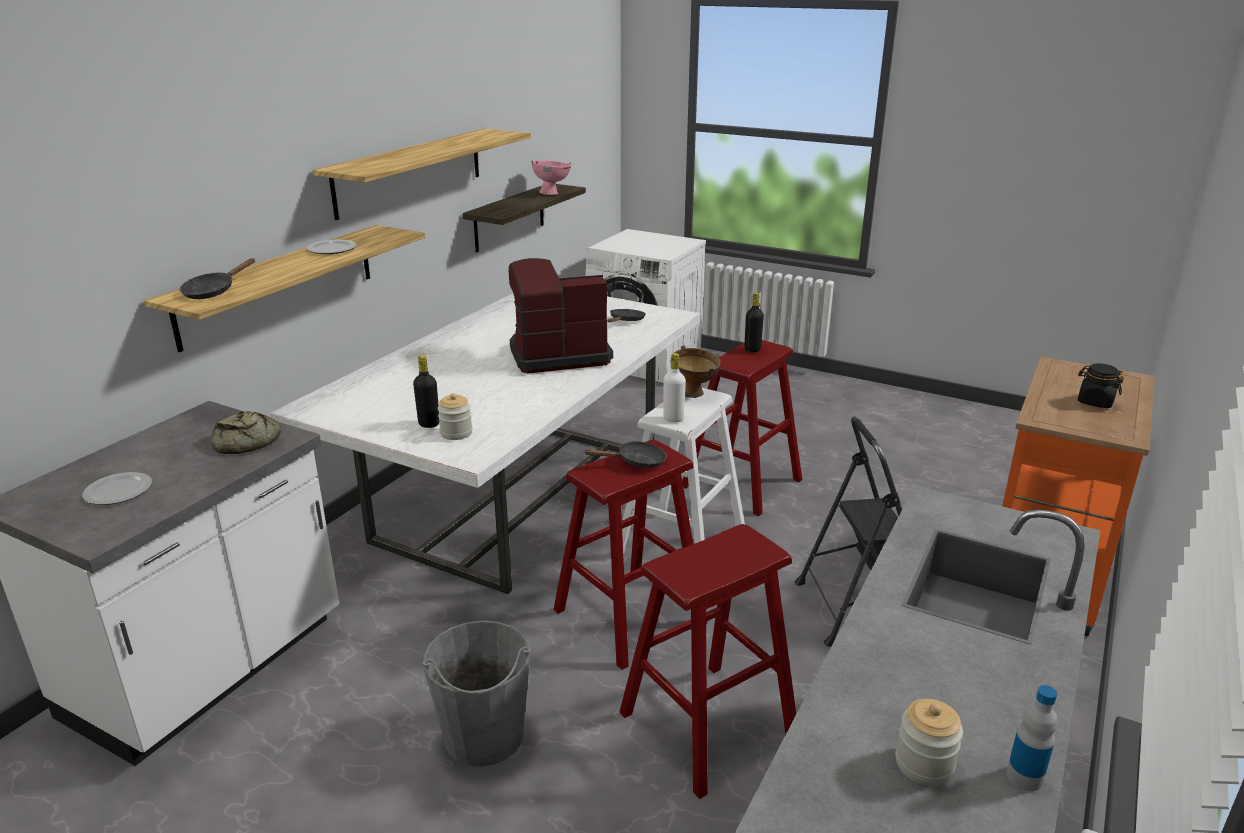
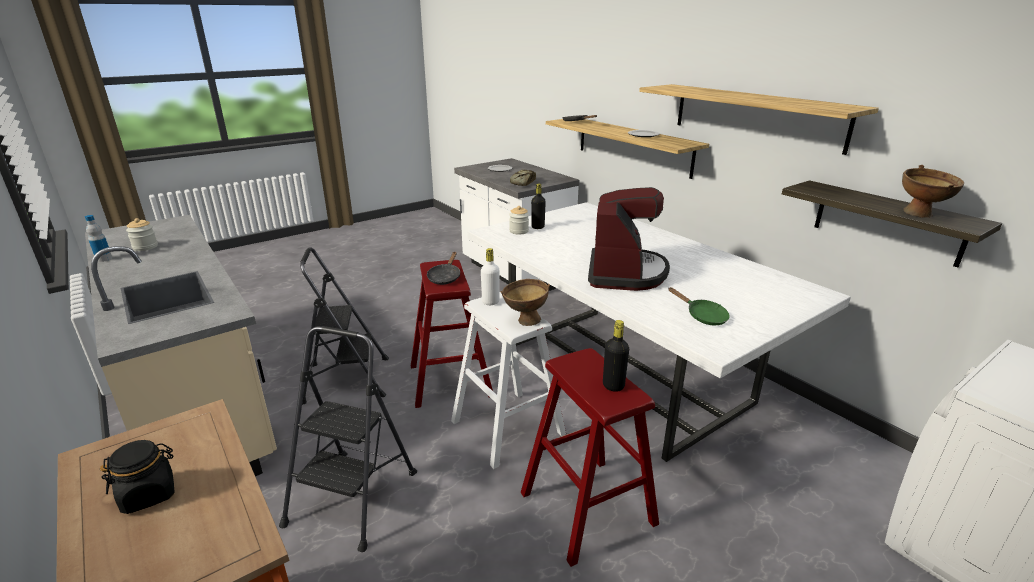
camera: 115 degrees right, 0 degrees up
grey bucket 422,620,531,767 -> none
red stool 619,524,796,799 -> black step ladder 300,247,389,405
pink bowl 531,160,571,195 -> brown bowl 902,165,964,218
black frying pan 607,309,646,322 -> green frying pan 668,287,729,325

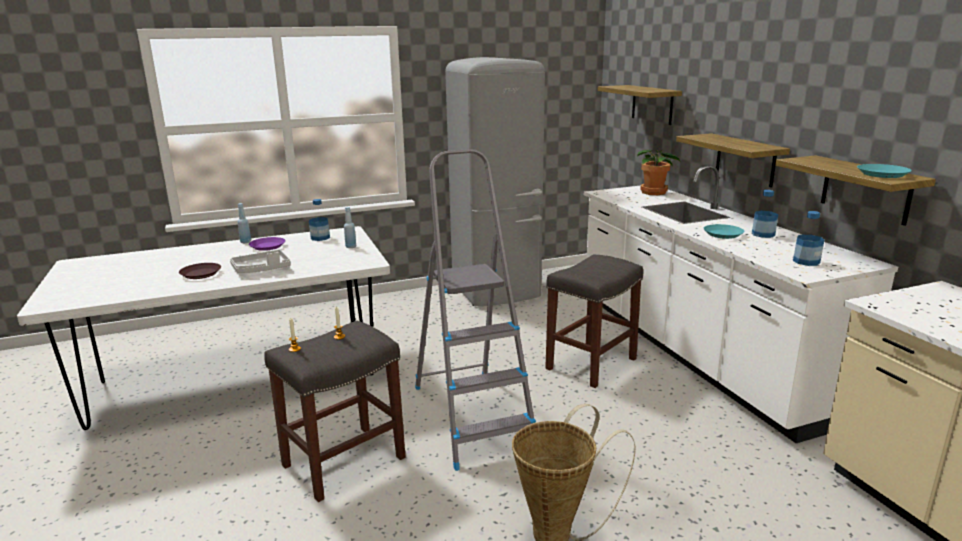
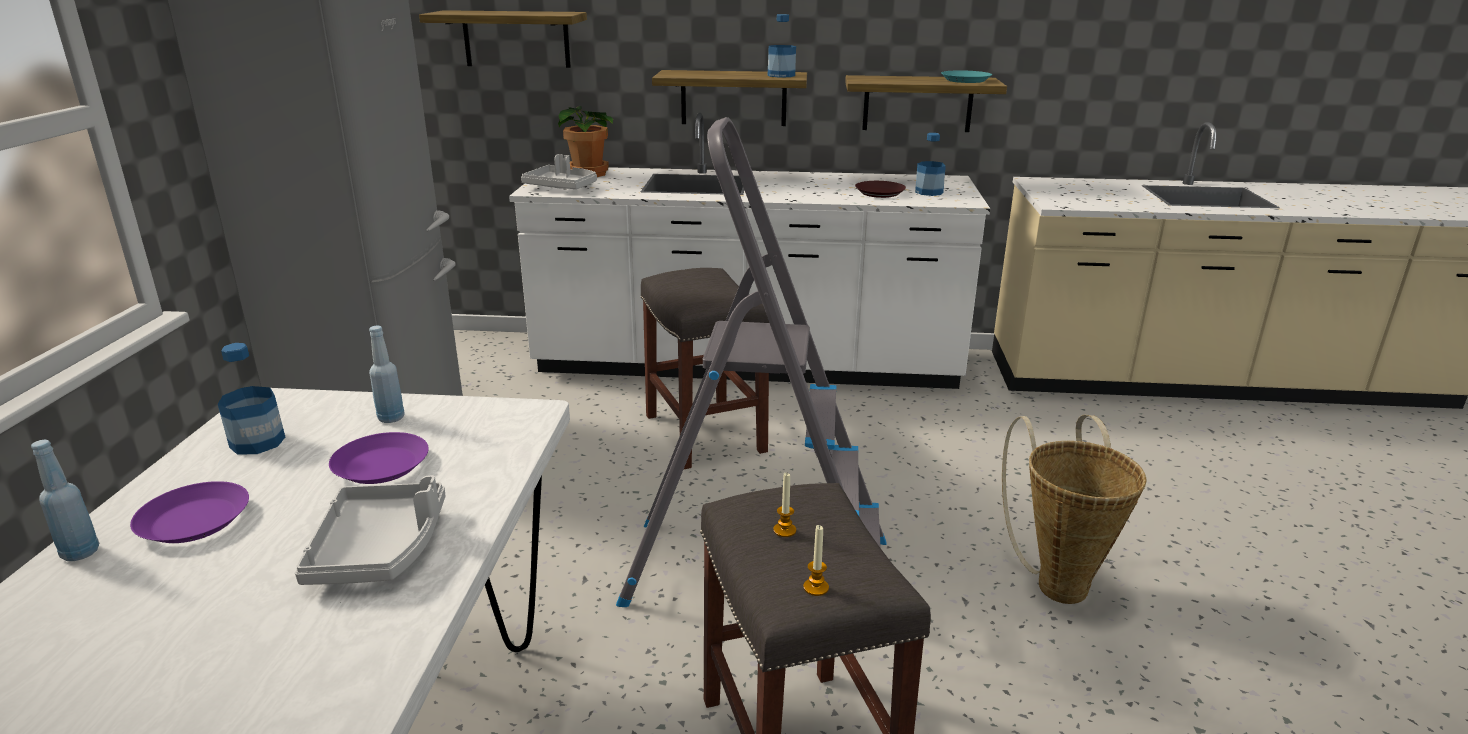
camera: 65 degrees left, 5 degrees up
turquoise plate 704,224,744,239 -> none
none -> purple plate 329,432,429,484
none -> grey tray 521,154,597,189
brown plate 179,263,221,279 -> brown plate 855,181,906,198, moved
bottle 752,190,778,238 -> bottle 768,14,796,78, moved

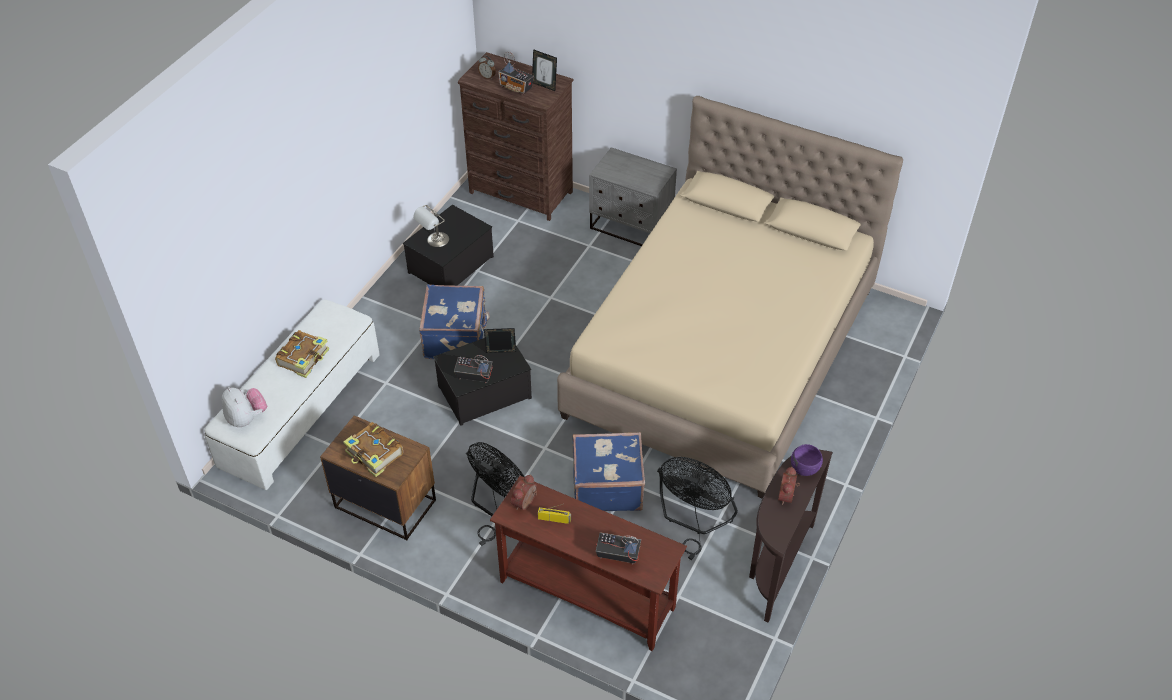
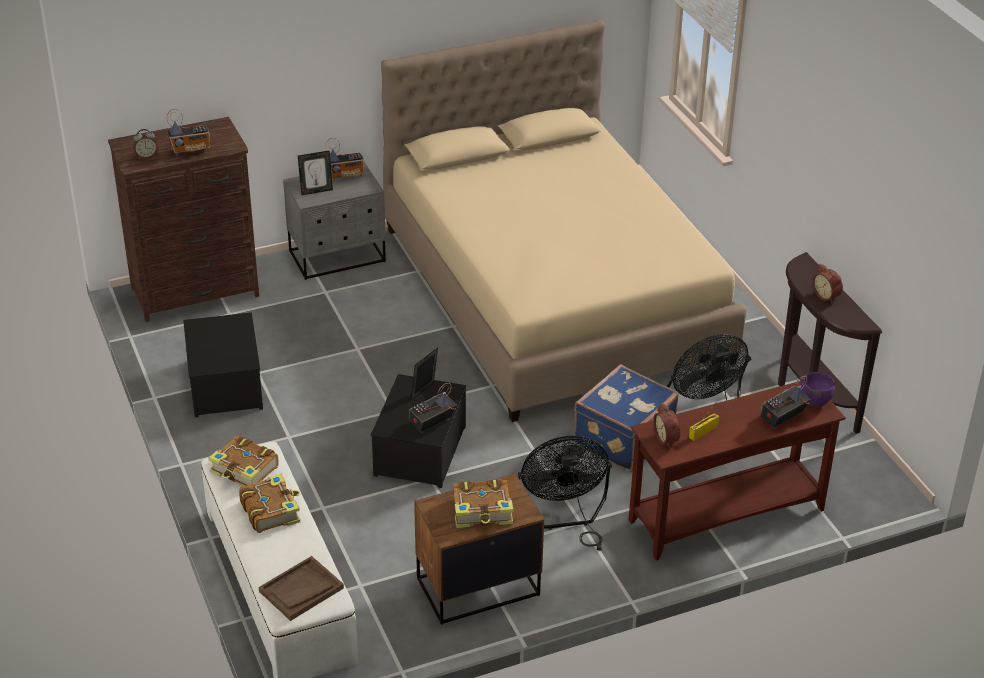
camera: 50 degrees left, 10 degrees down
white table lamp 413,205,449,247 -> none
blue suitcase 419,285,490,359 -> none
none -> book 209,436,279,486
none -> radio 325,138,364,181
picture frame 532,49,557,91 -> picture frame 298,150,333,195, moved
purple bowl 791,444,823,476 -> purple bowl 800,372,835,406, moved
plush toy 221,387,267,427 -> brown tray 259,556,344,621

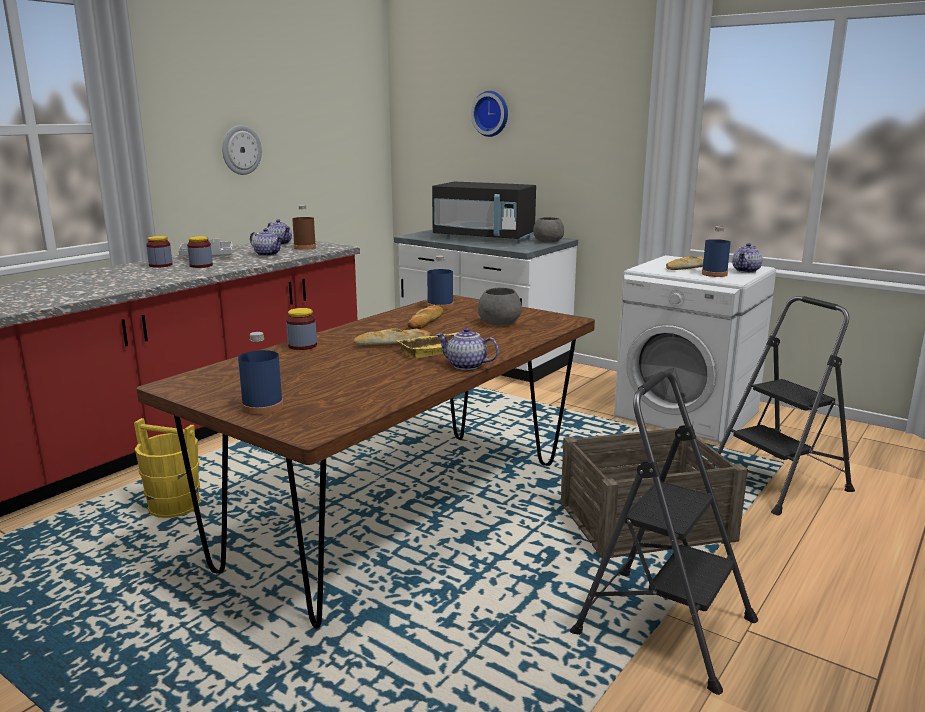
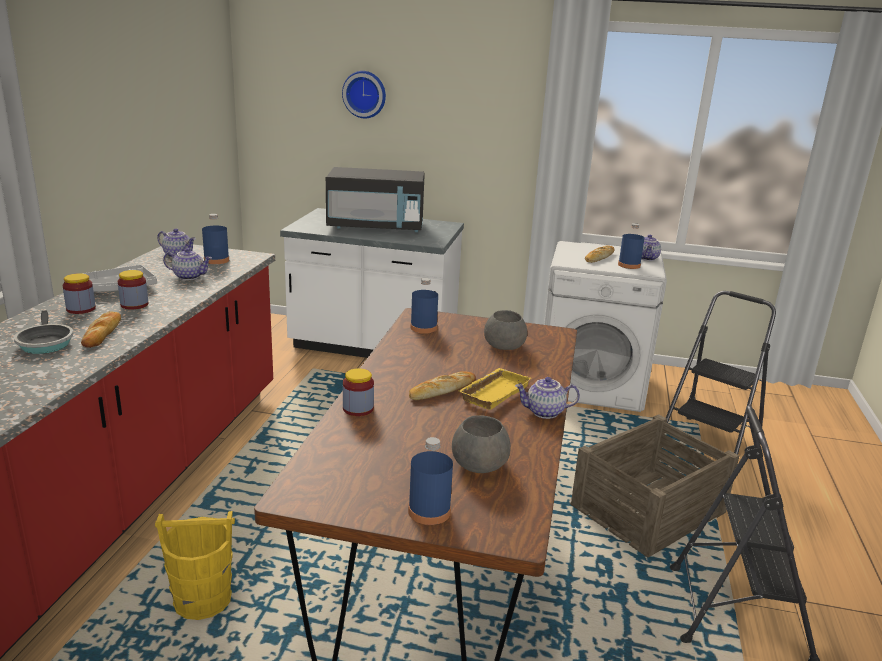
camera: 25 degrees left, 5 degrees up
wall clock 222,125,262,175 -> none
none -> frying pan 14,310,74,354
bread 408,305,443,329 -> bread 81,311,121,348, moved
grey bowl 533,217,564,243 -> grey bowl 452,415,511,473, moved
brown bottle 292,205,316,250 -> blue bottle 202,214,229,264

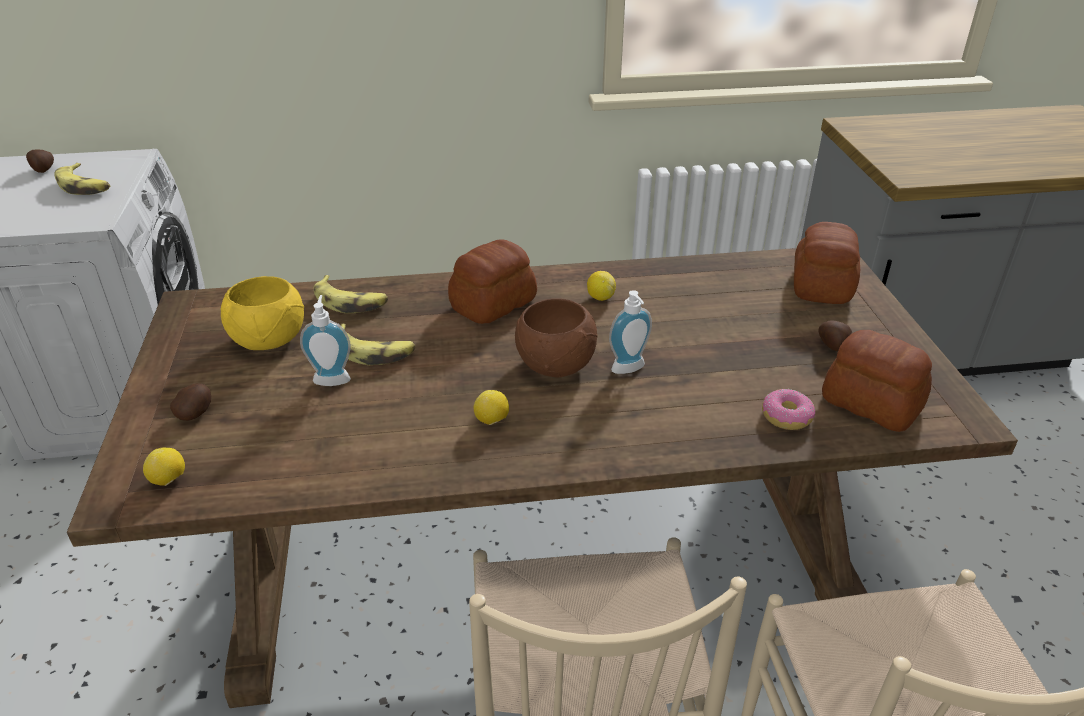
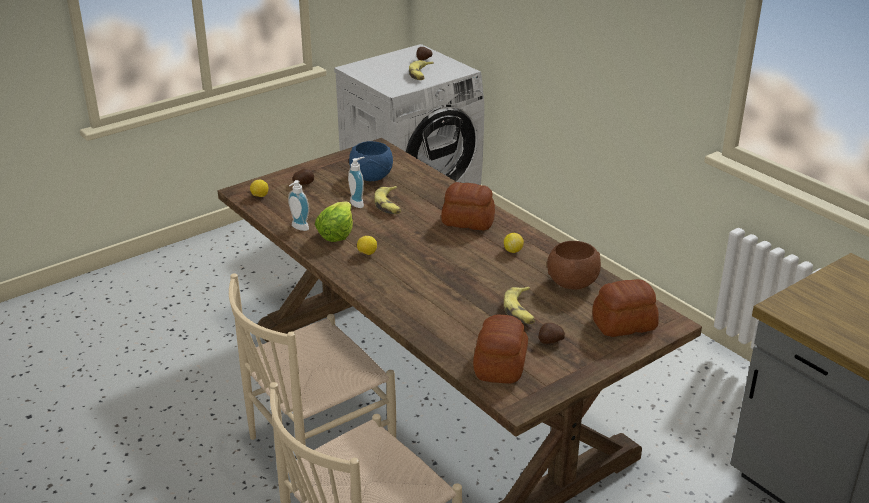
camera: 60 degrees right, 5 degrees down
donut 762,389,815,430 -> none
none -> lettuce 315,201,353,242
banana 314,275,388,313 -> banana 504,287,535,324, moved
brown bowl 515,298,597,378 -> brown bowl 547,241,601,290, moved
soap dispenser 609,290,652,374 -> soap dispenser 288,180,309,231, moved
yellow bowl 220,276,304,350 -> blue bowl 349,141,393,181

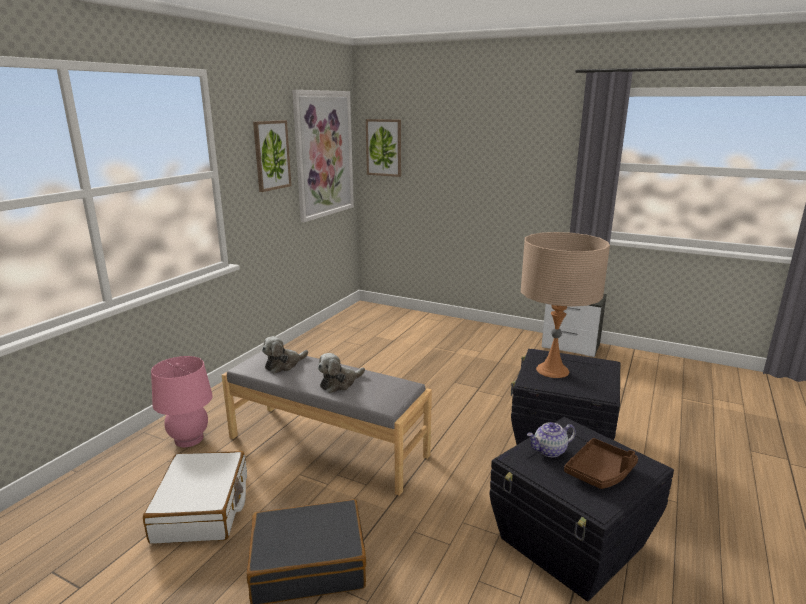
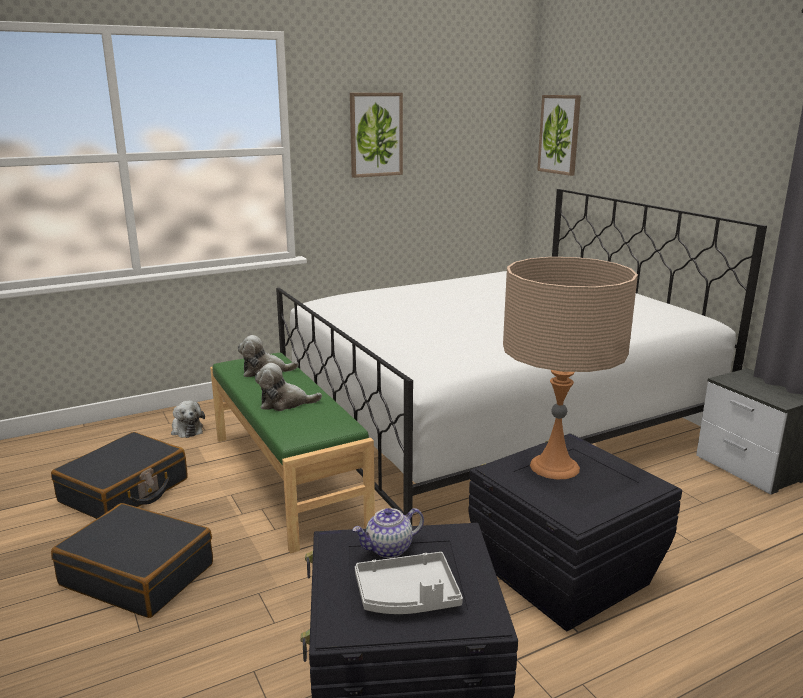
camera: 35 degrees right, 0 degrees up
picture 292,90,354,222 -> none
none -> white bed 276,189,767,525
pink table lamp 151,356,213,447 -> plush toy 171,400,205,438
white suitcase 143,451,247,544 -> black suitcase 51,432,188,519
grey bench 222,351,432,496 -> green bench 210,352,375,553
brown tray 564,438,638,489 -> grey tray 355,552,463,614
teapot 527,422,576,457 -> teapot 352,508,424,558, 45 degrees counterclockwise

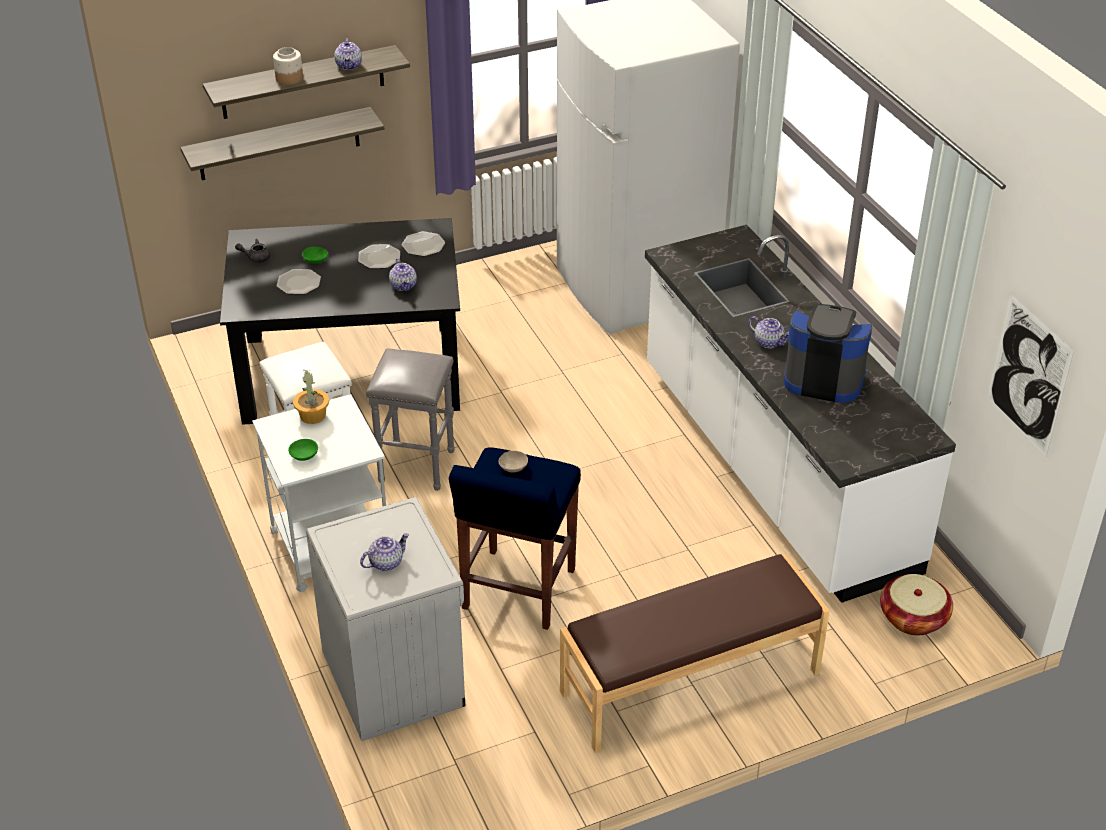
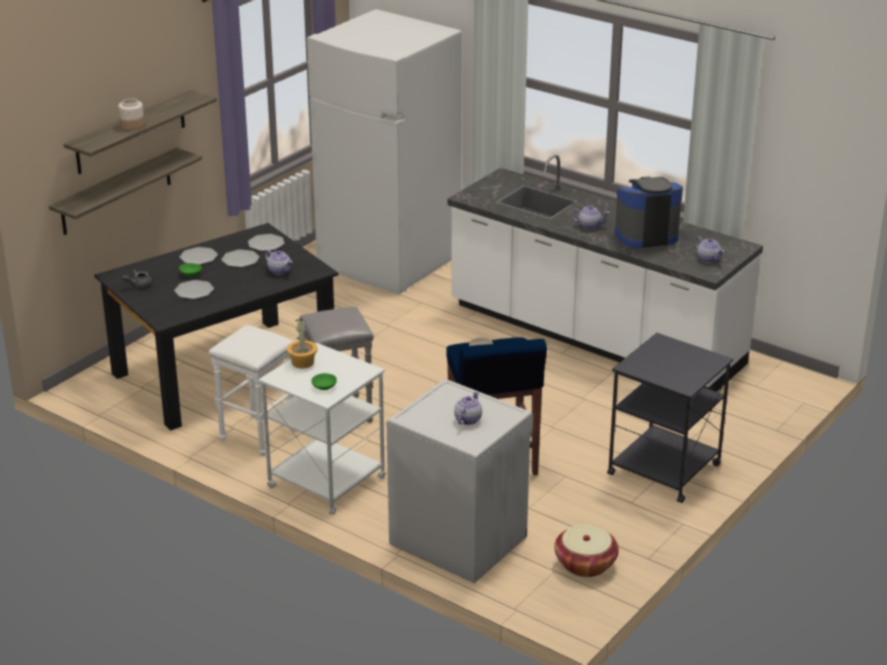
camera: 30 degrees left, 10 degrees down
picture 987,295,1074,457 -> none
none -> plate 180,247,218,265
teapot 334,38,362,70 -> teapot 695,237,724,263, moved
basket 880,574,953,635 -> basket 554,525,619,577, moved
brown bench 560,554,830,753 -> black cart 607,333,734,503

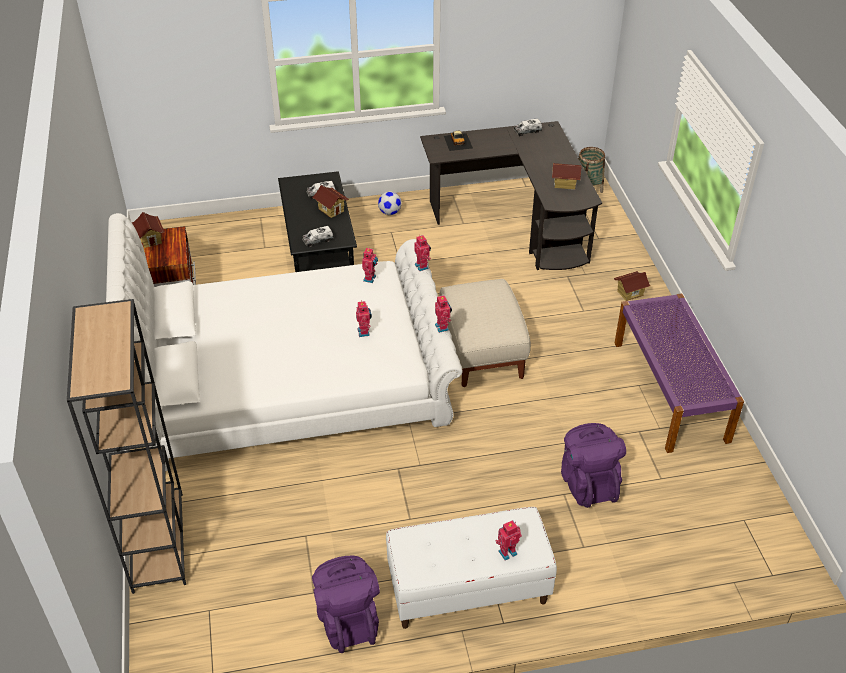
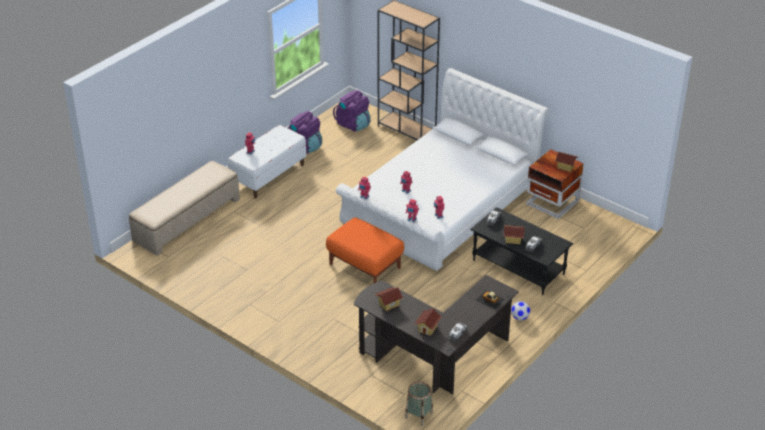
camera: 140 degrees right, 5 degrees down
purple bench 615,293,744,453 -> none
none -> beige bench 129,161,240,256
purple backpack 561,423,626,508 -> purple backpack 333,90,370,132, moved
toy house 614,271,650,301 -> toy house 415,308,442,336, moved
beige ottoman 439,279,531,387 -> orange ottoman 326,217,404,284

